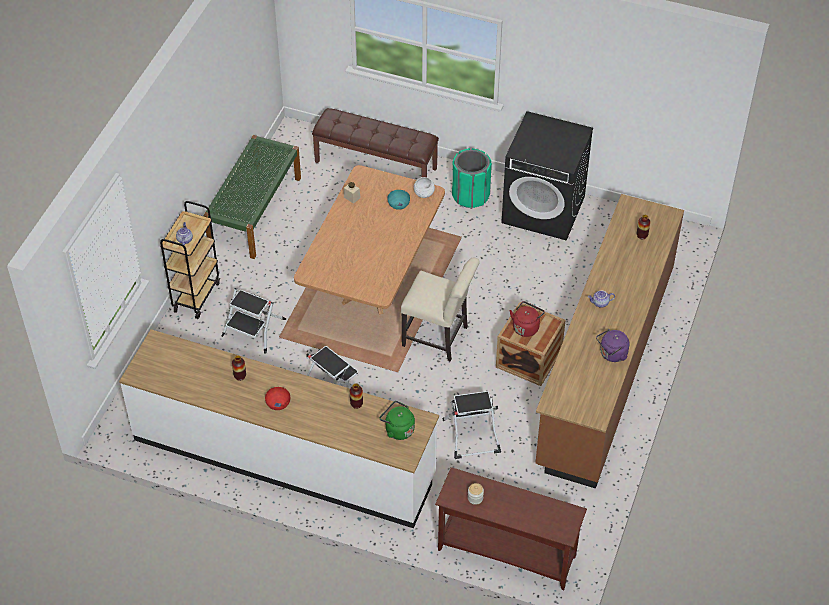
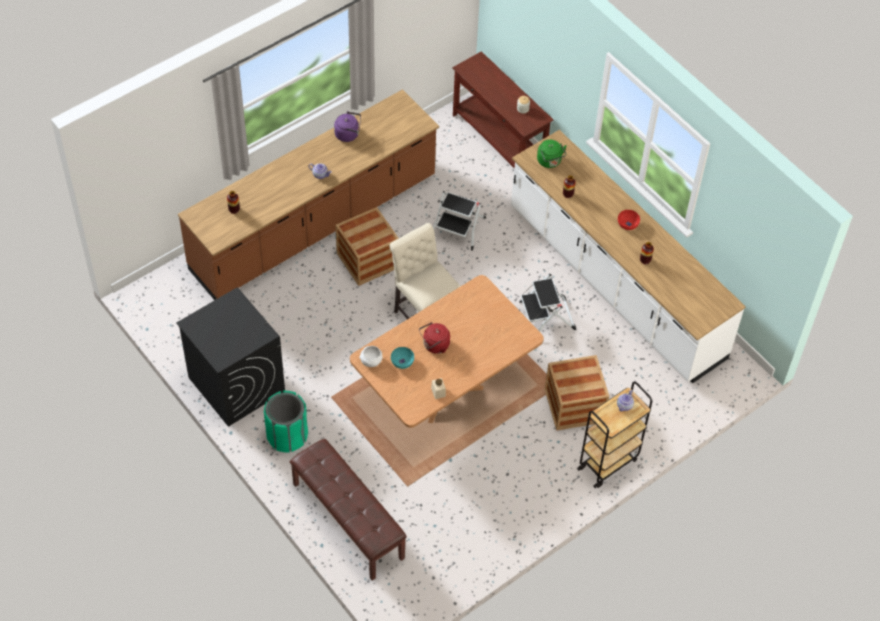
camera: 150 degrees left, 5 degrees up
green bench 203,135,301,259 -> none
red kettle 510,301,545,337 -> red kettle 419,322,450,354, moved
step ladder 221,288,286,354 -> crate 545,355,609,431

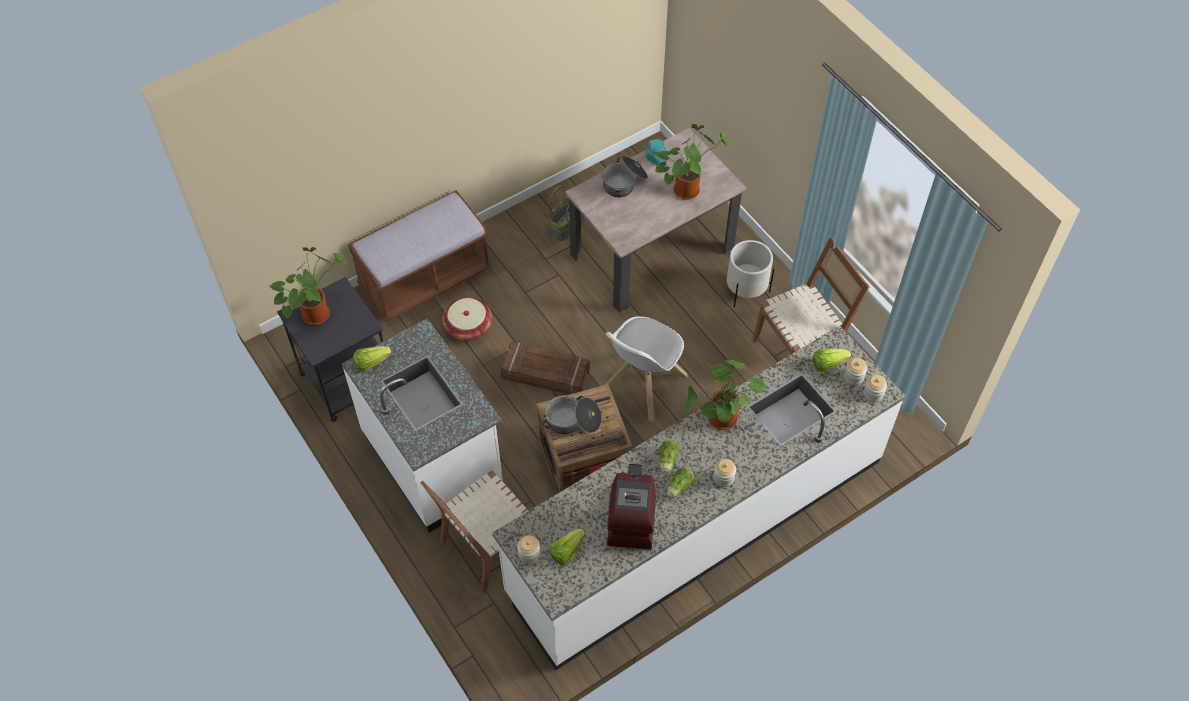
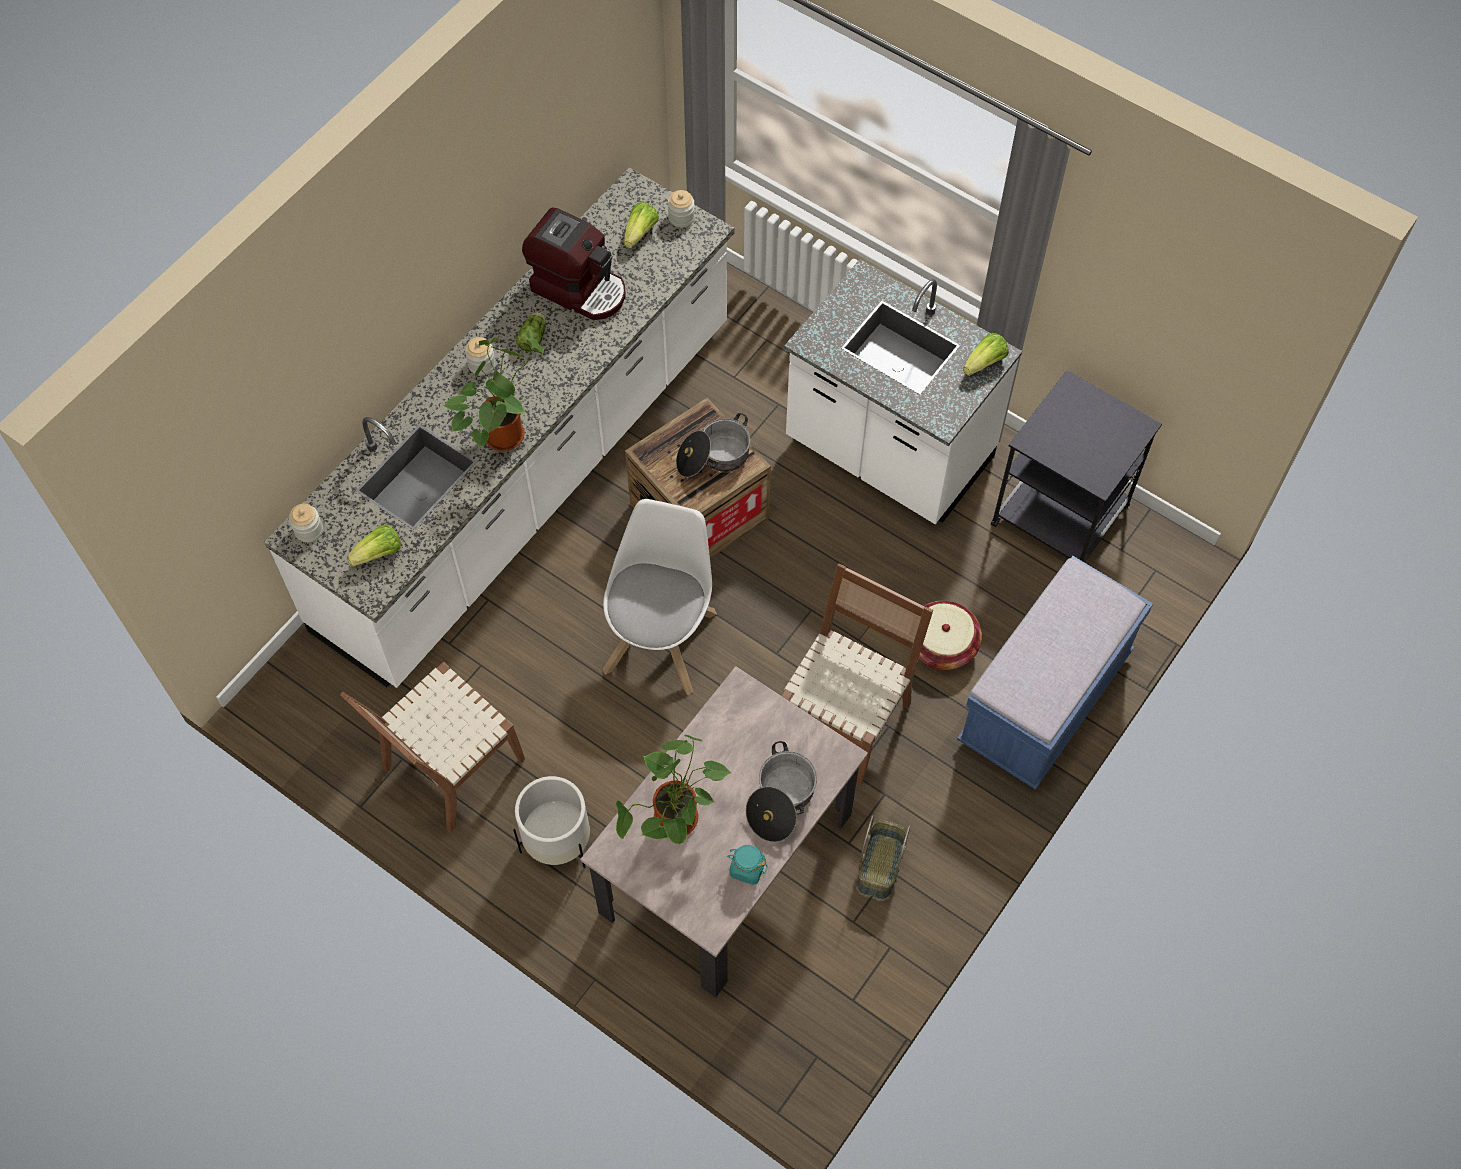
camera: 160 degrees right, 5 degrees up
potted plant 270,247,347,325 -> none
crate 500,342,590,394 -> none
lettuce 659,440,680,473 -> none
jar 844,358,867,385 -> none
chair 421,470,529,592 -> chair 781,563,933,785, moved
brown bench 348,190,491,322 -> blue bench 957,556,1153,790
coffee machine 607,463,656,549 -> coffee machine 522,207,626,320, 45 degrees counterclockwise

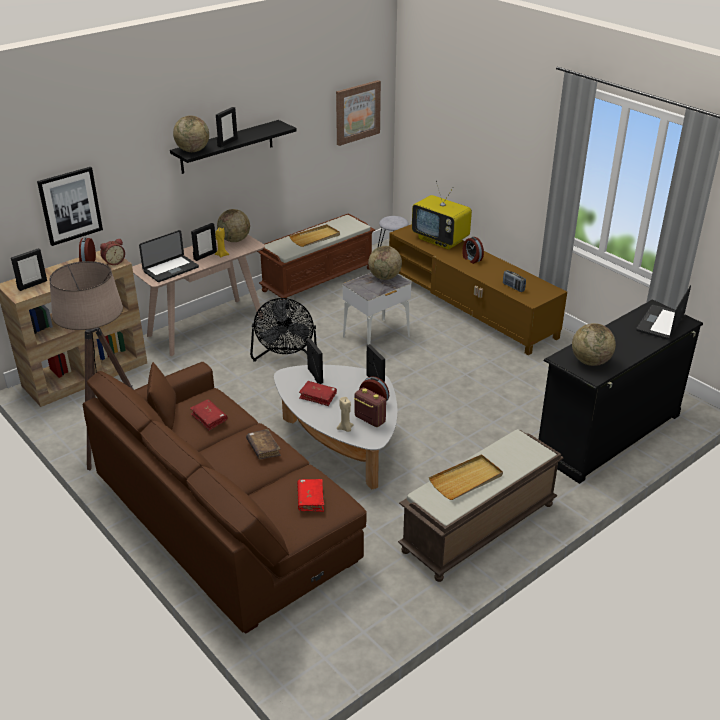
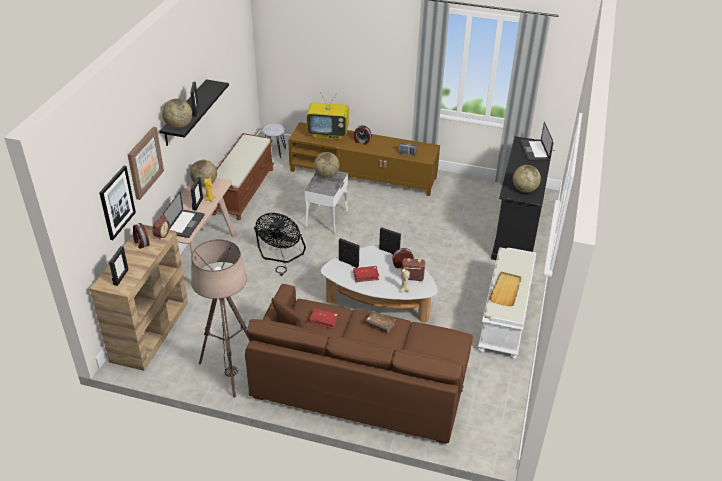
camera: 35 degrees left, 5 degrees up
beige tray 289,224,340,247 -> none
red book 297,479,324,512 -> none
picture 336,80,381,146 -> picture 127,127,164,200, moved
brown bench 398,429,563,582 -> white bench 478,247,536,359
black fan 250,298,317,362 -> black fan 254,213,306,276, 135 degrees counterclockwise

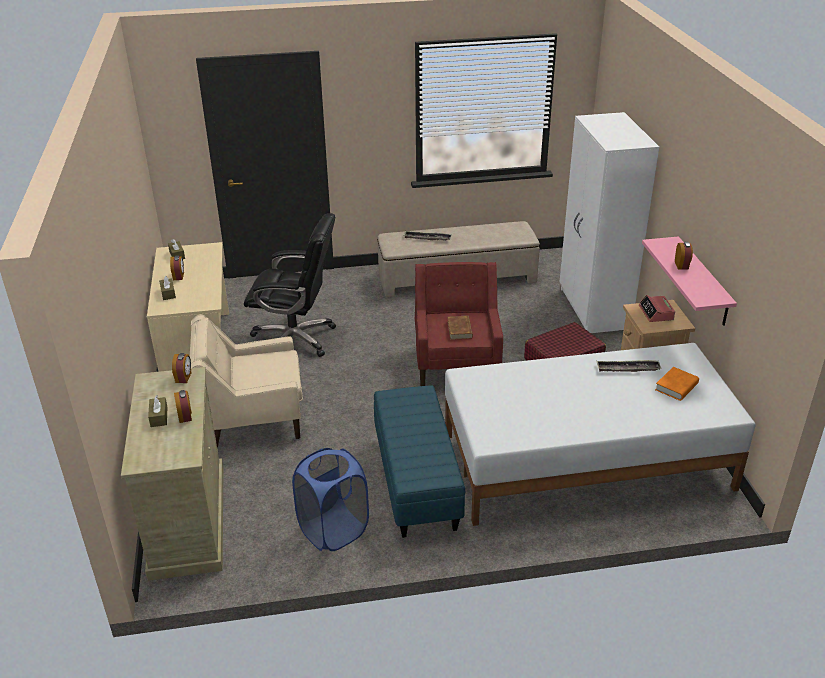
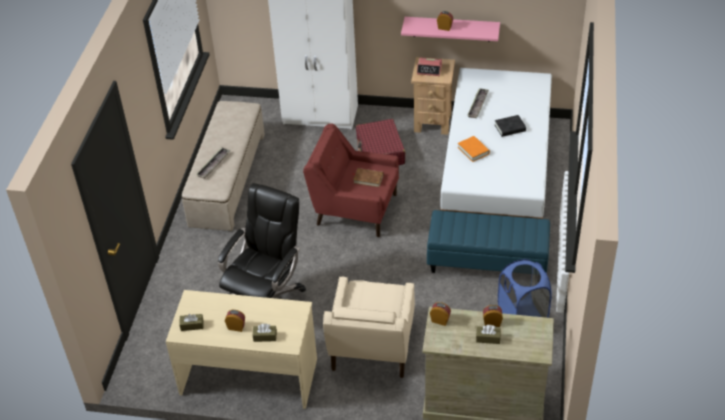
camera: 70 degrees left, 10 degrees up
none -> black book 495,115,526,137
orange book 655,367,699,401 -> orange book 458,136,490,162, moved

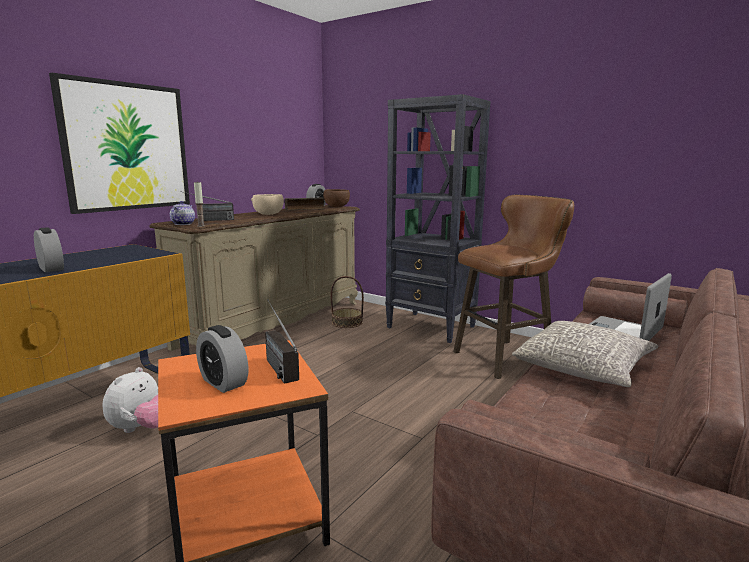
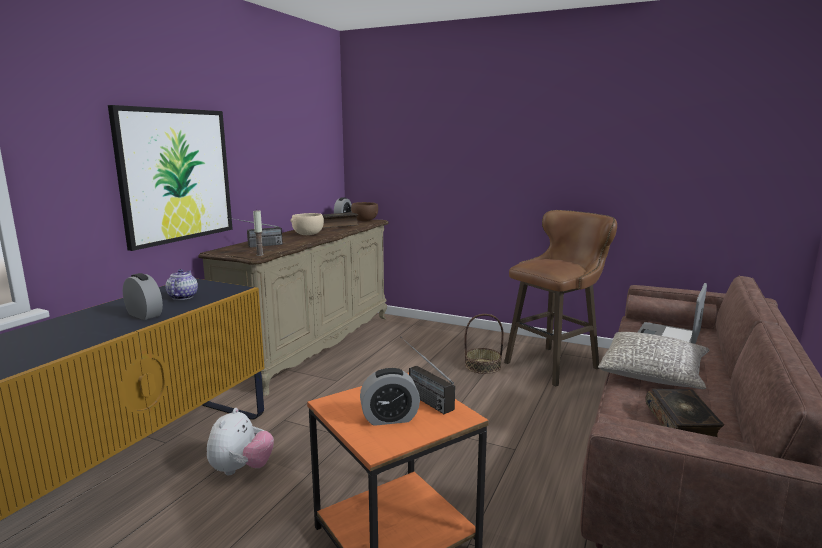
camera: 10 degrees left, 0 degrees up
black bookcase 385,94,491,343 -> none
none -> book 645,389,724,437
teapot 170,201,195,225 -> teapot 166,269,198,300, moved
basket 331,276,364,328 -> basket 464,314,504,374, moved
alarm clock 196,325,248,393 -> alarm clock 360,368,420,426, 45 degrees counterclockwise

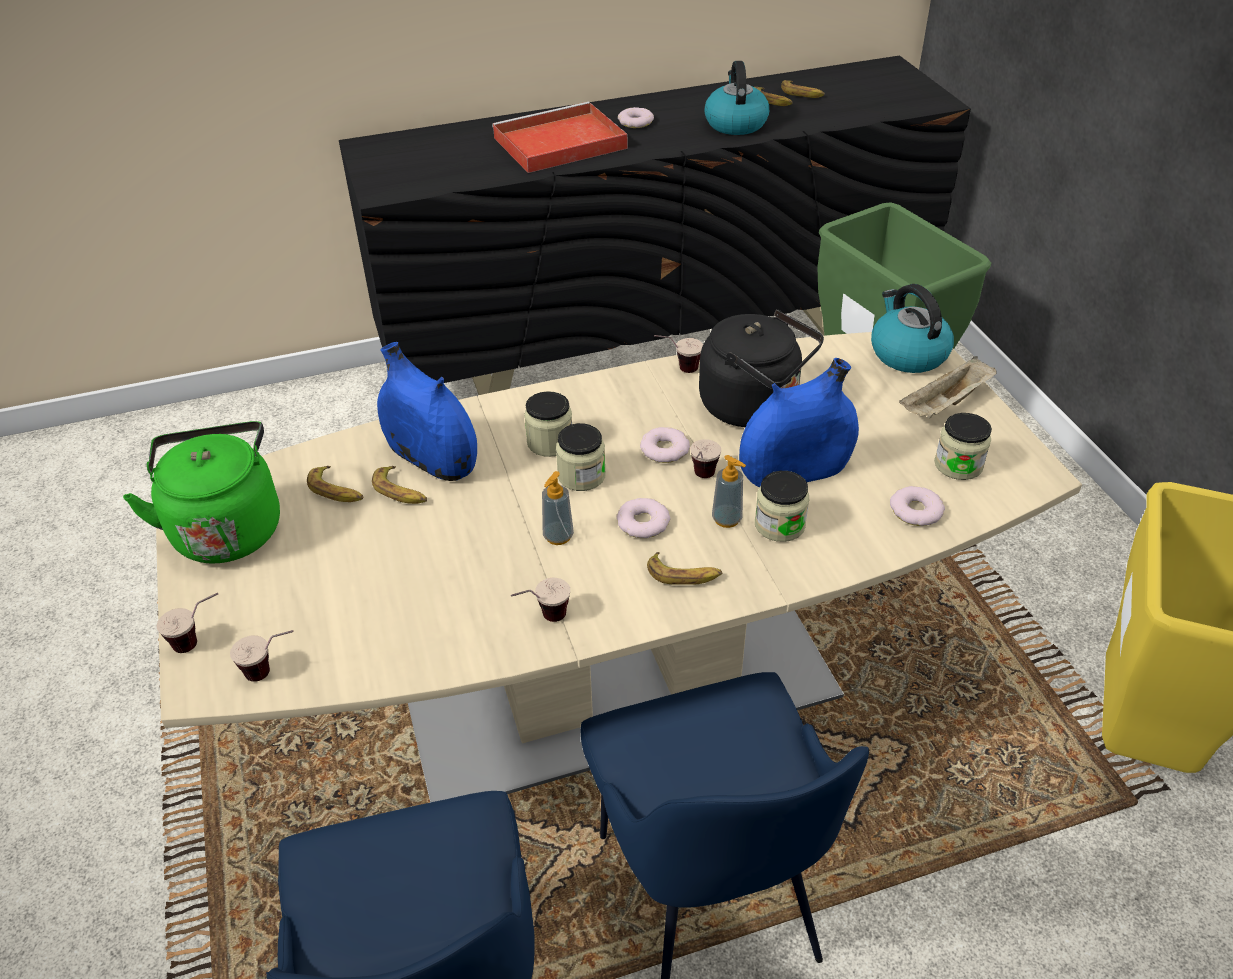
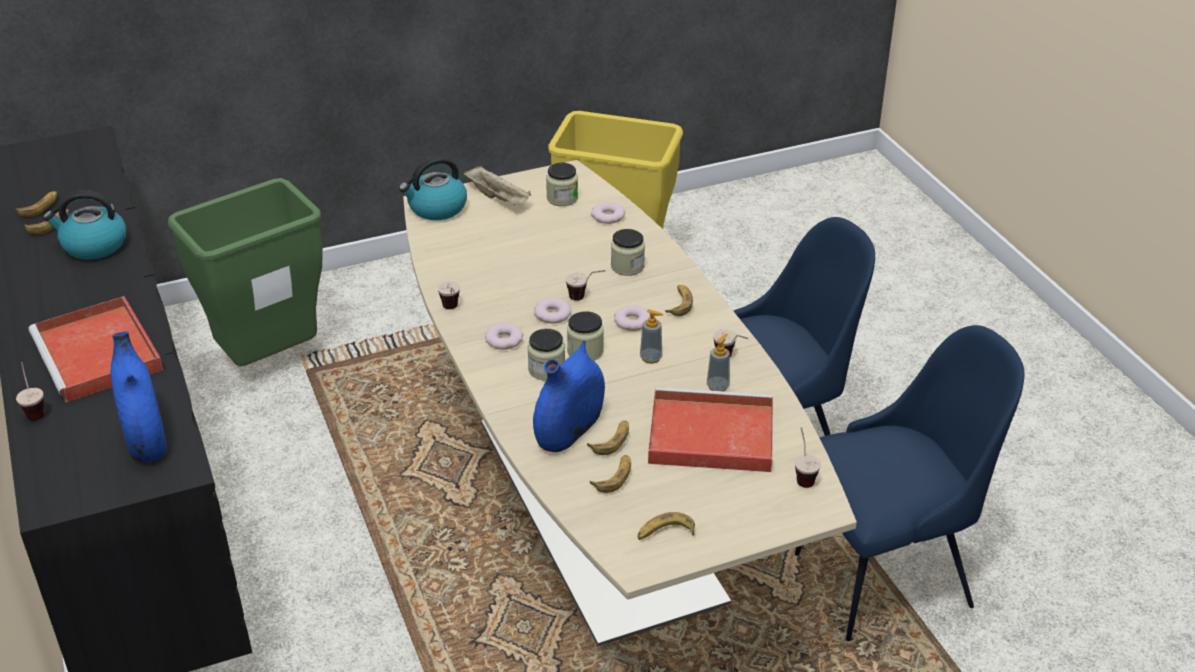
camera: 95 degrees left, 5 degrees down
black kettle 699,310,824,427 -> none
none -> red tray 648,387,773,472
cup 157,593,218,653 -> cup 16,362,45,421, moved
donut 618,107,654,128 -> donut 485,323,524,350, moved
soap dispenser 712,455,746,528 -> soap dispenser 707,333,730,391, moved
blue vase 739,358,859,487 -> blue vase 110,331,167,462, moved
green kettle 123,421,280,563 -> banana 638,512,695,540

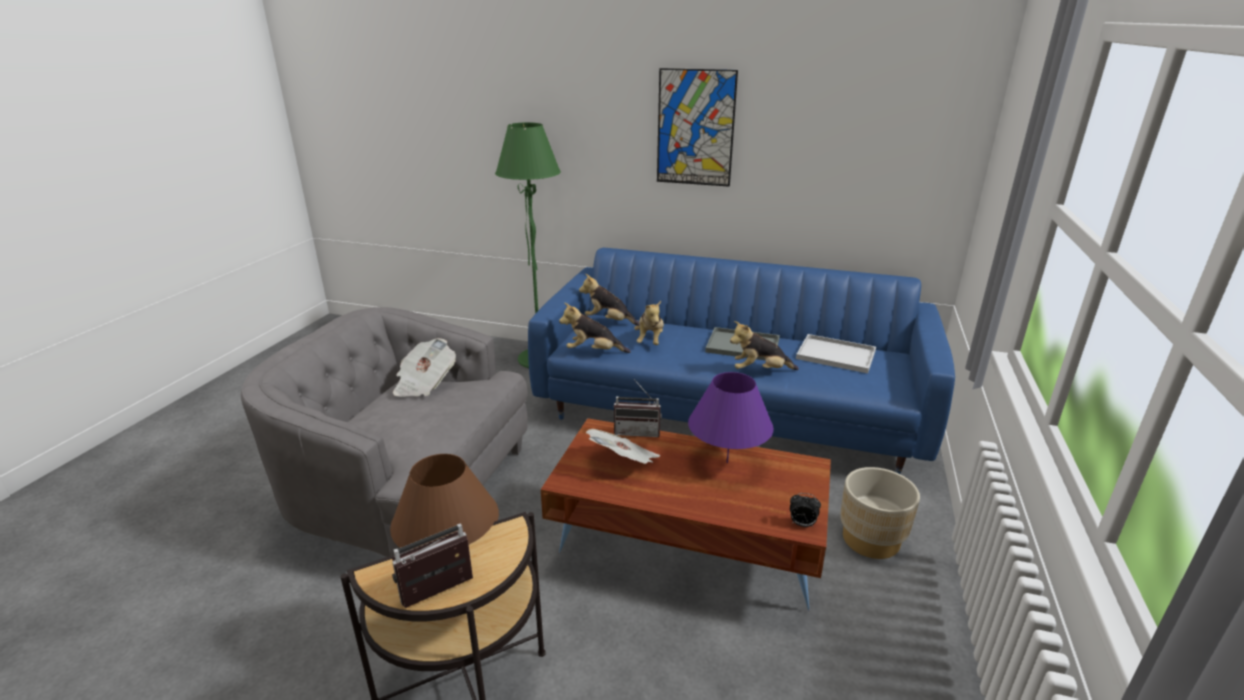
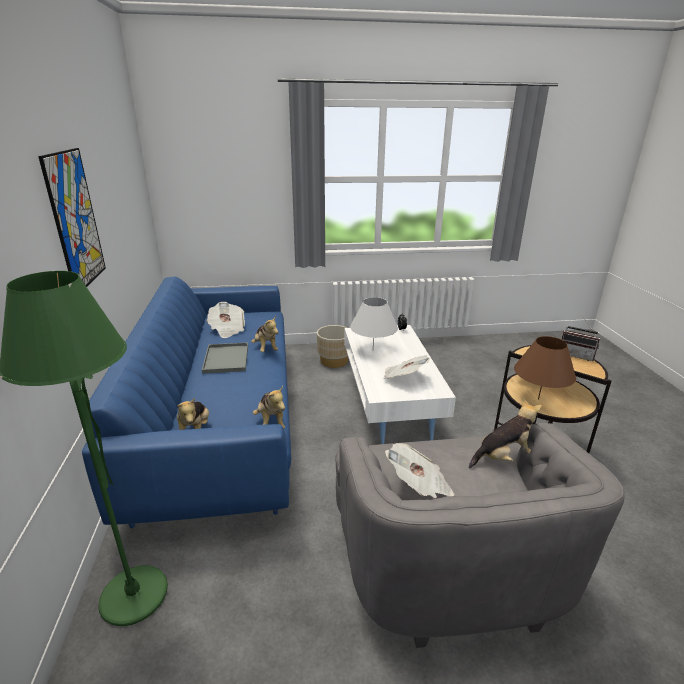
camera: 115 degrees left, 0 degrees up
radio 614,379,662,437 -> none
plush toy 634,301,664,345 -> plush toy 469,398,542,468, moved
white tray 796,334,876,373 -> newspaper 207,302,245,338
brown coffee table 541,418,831,611 -> white coffee table 344,325,456,444
purple table lamp 688,372,774,463 -> white table lamp 350,297,398,349

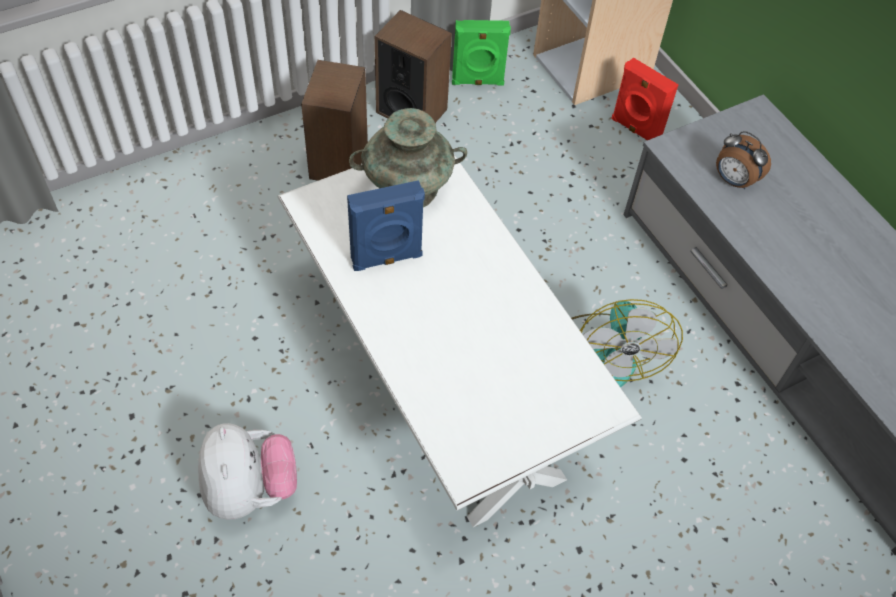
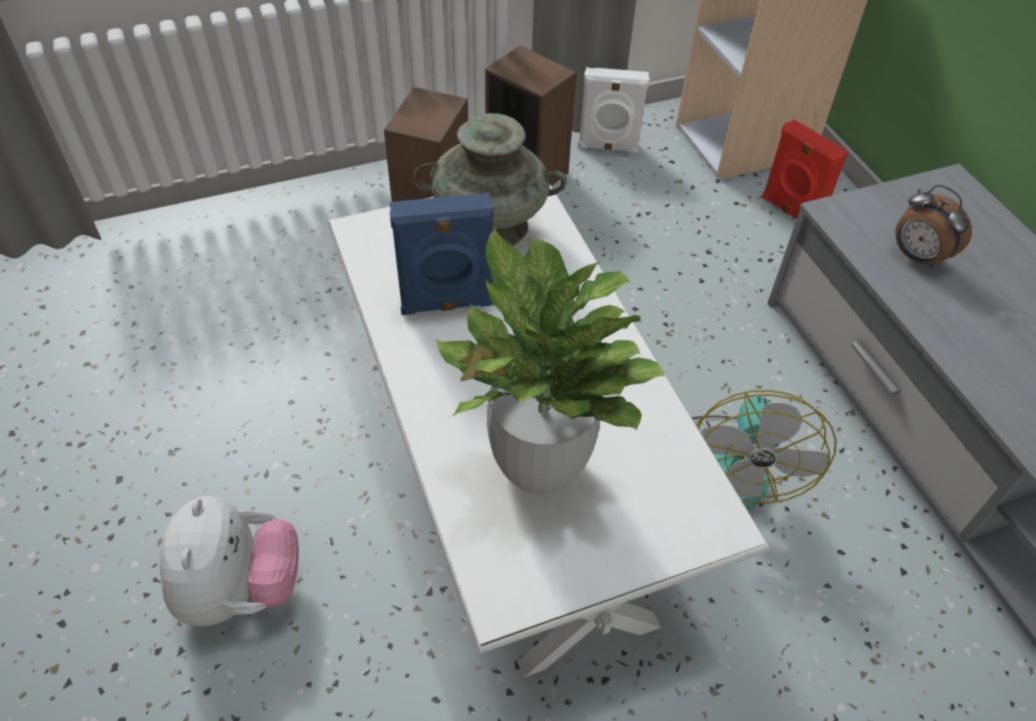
camera: 10 degrees right, 5 degrees down
none -> potted plant 436,226,665,494
green speaker 452,20,511,85 -> white speaker 578,67,649,153

